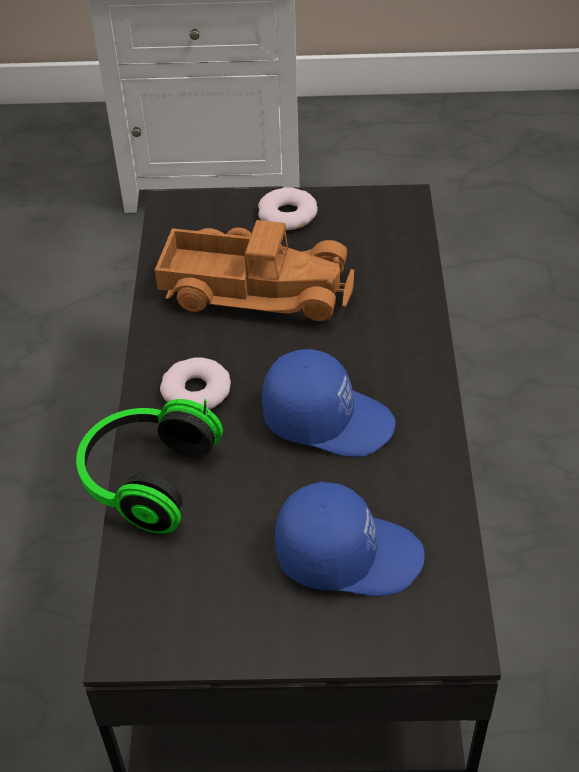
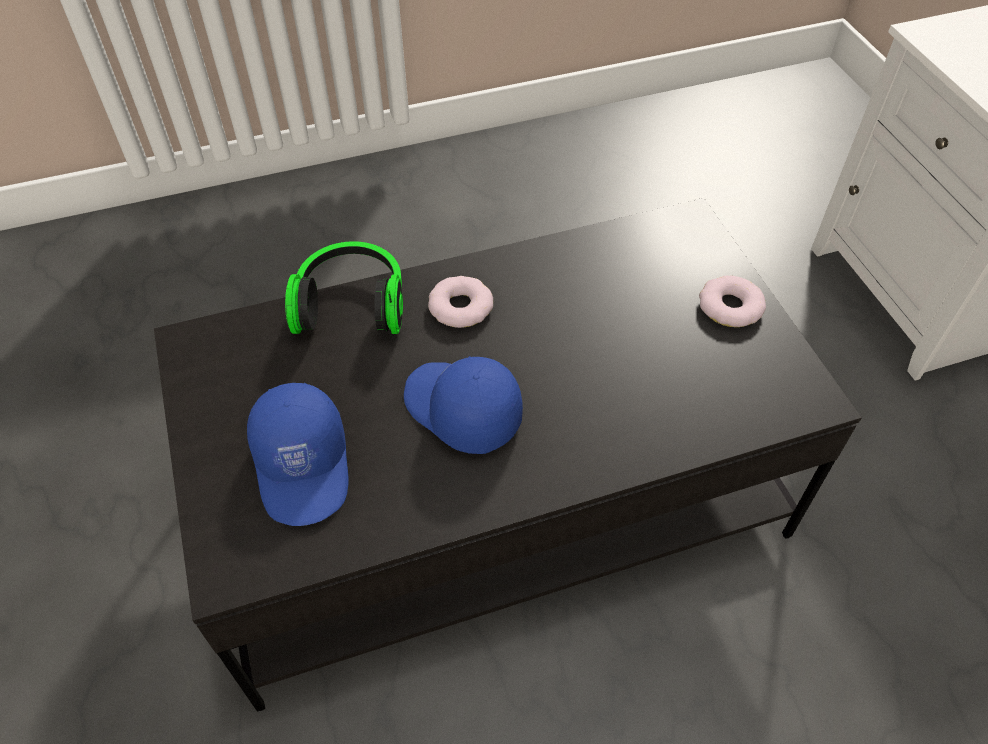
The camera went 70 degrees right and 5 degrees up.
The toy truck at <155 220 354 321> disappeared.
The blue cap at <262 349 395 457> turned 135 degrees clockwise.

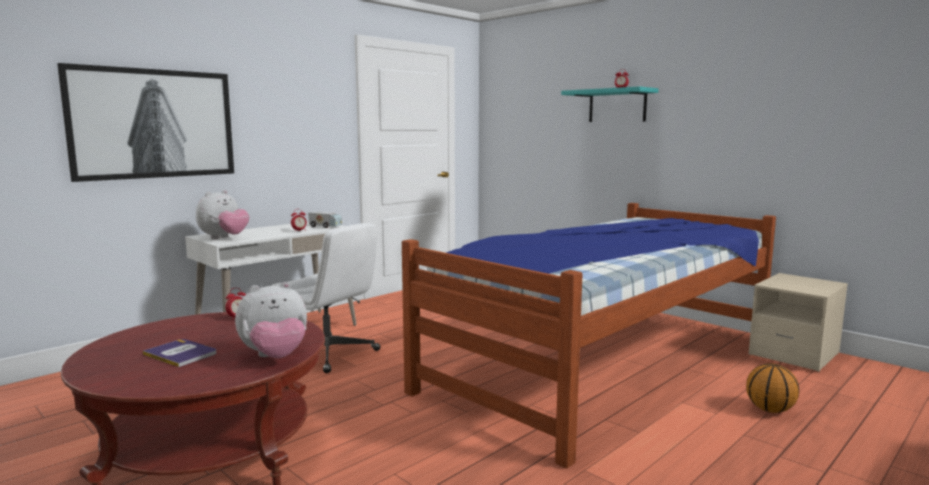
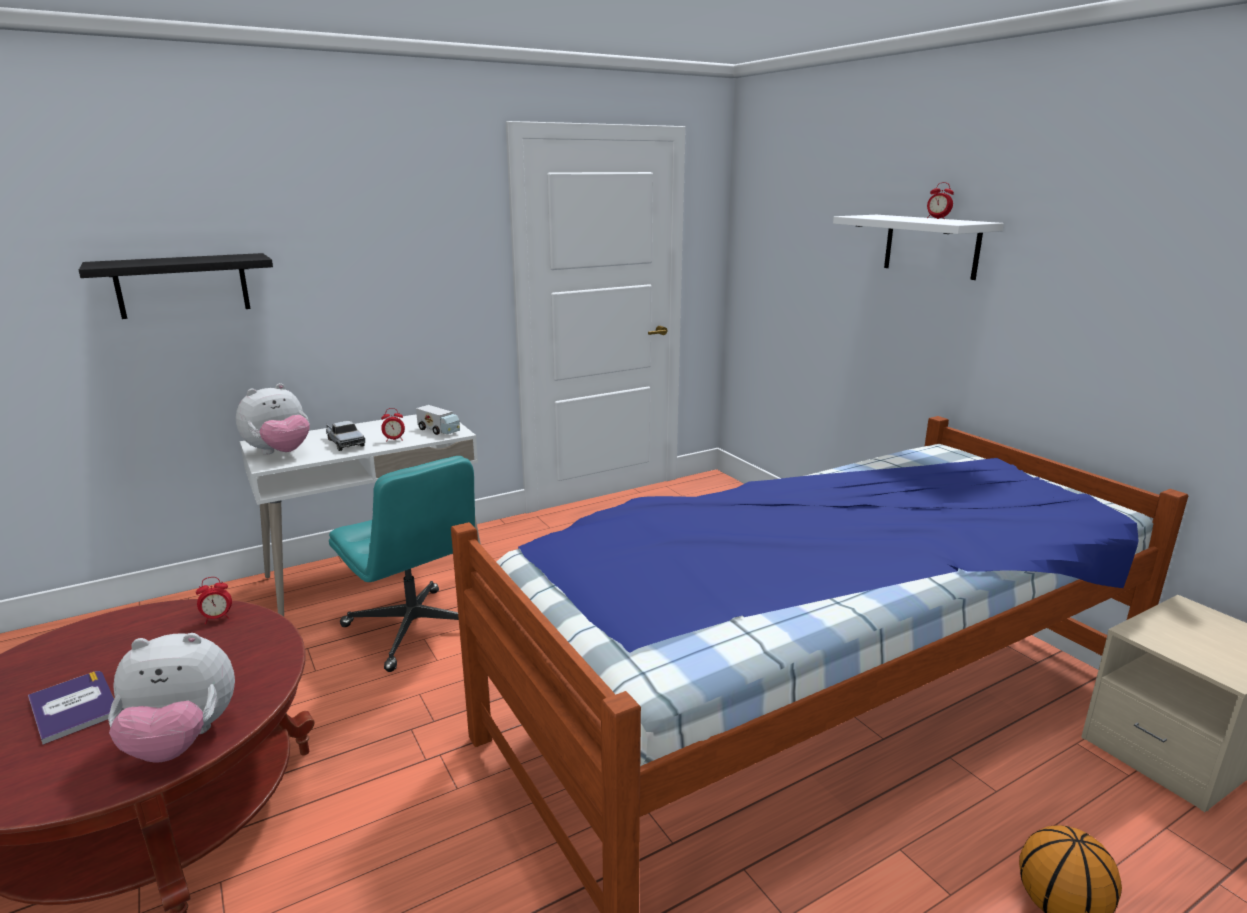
The camera went 15 degrees right and 10 degrees up.
The toy truck at <326 421 365 451> appeared.
The picture at <57 63 234 182> was replaced by the black shelf at <79 253 273 319>.
The white office chair at <272 223 380 373> became the turquoise office chair at <329 456 475 672>.
The turquoise shelf at <561 86 658 122> became the white shelf at <833 215 1004 280>.

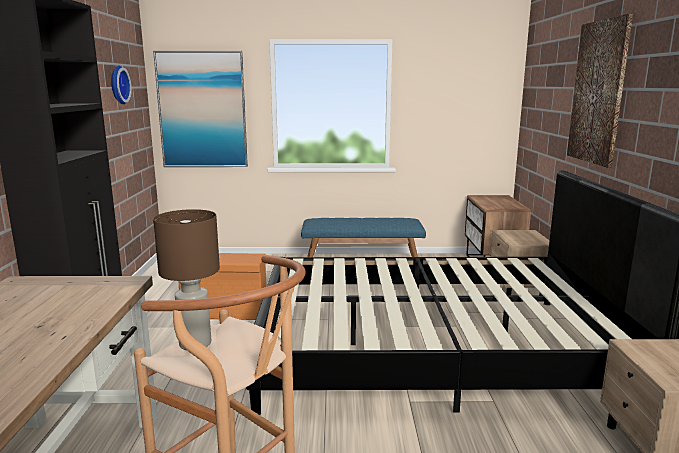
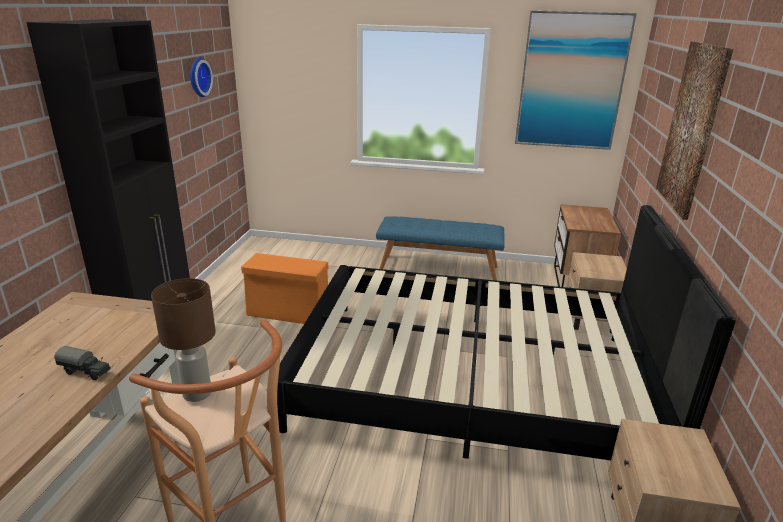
The camera went 10 degrees right and 10 degrees up.
The toy truck at <54 346 111 380> appeared.
The picture moved from <153 51 248 167> to <515 10 637 150>.

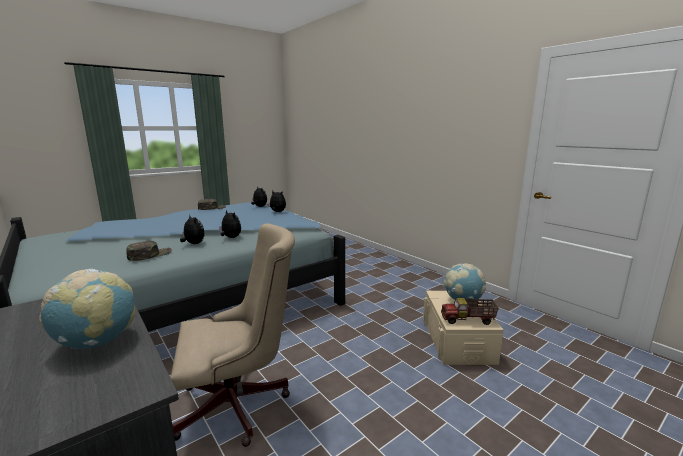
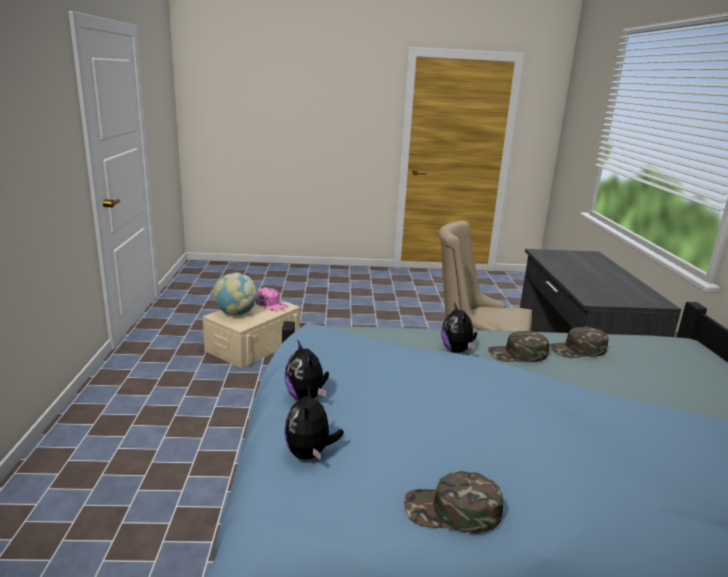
The camera went 145 degrees left and 5 degrees up.
The globe at <39 269 135 349> disappeared.
The plush toy at <180 215 205 244> was replaced by the green cap at <488 331 549 362>.
The toy truck at <441 298 499 325> was replaced by the pink cap at <256 287 288 311>.

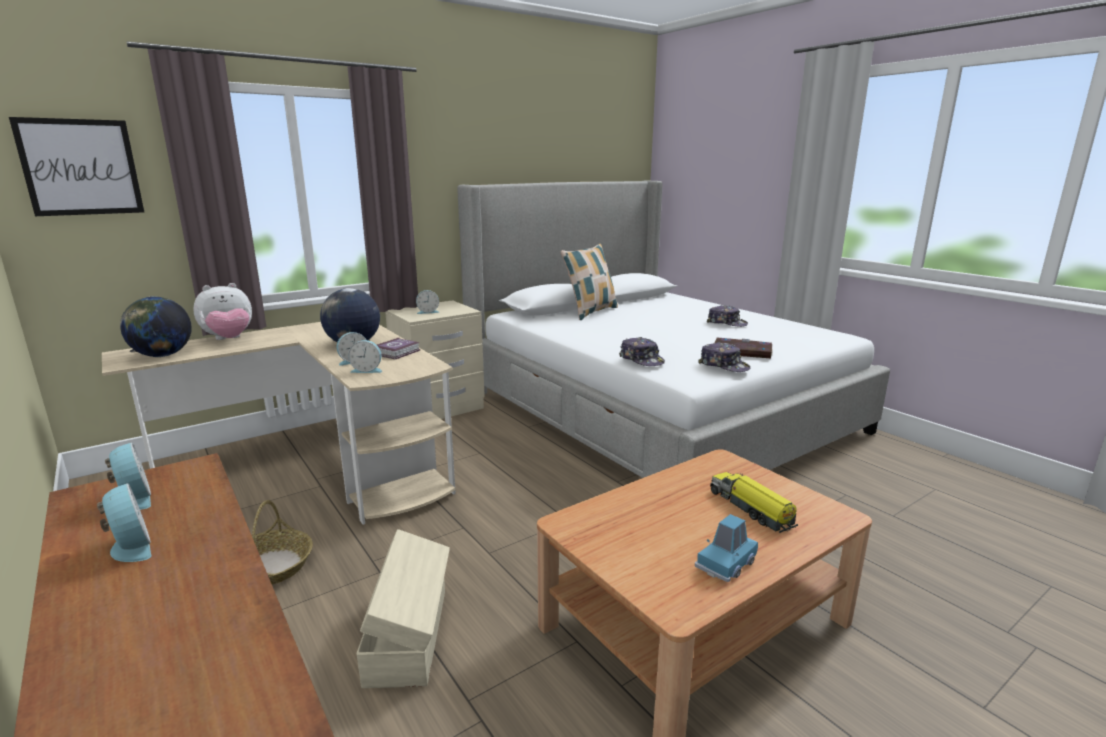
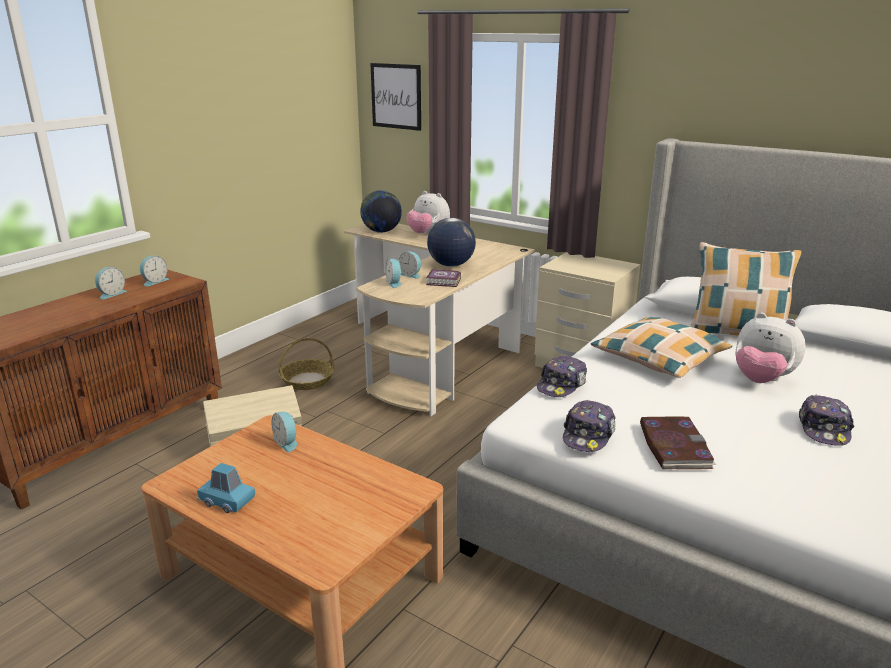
The camera went 70 degrees right and 5 degrees up.
The toy truck at <710 472 798 533> disappeared.
The pillow at <591 317 732 378> appeared.
The plush toy at <735 313 806 383> appeared.
The alarm clock moved from <416 290 439 314> to <272 412 298 452>.

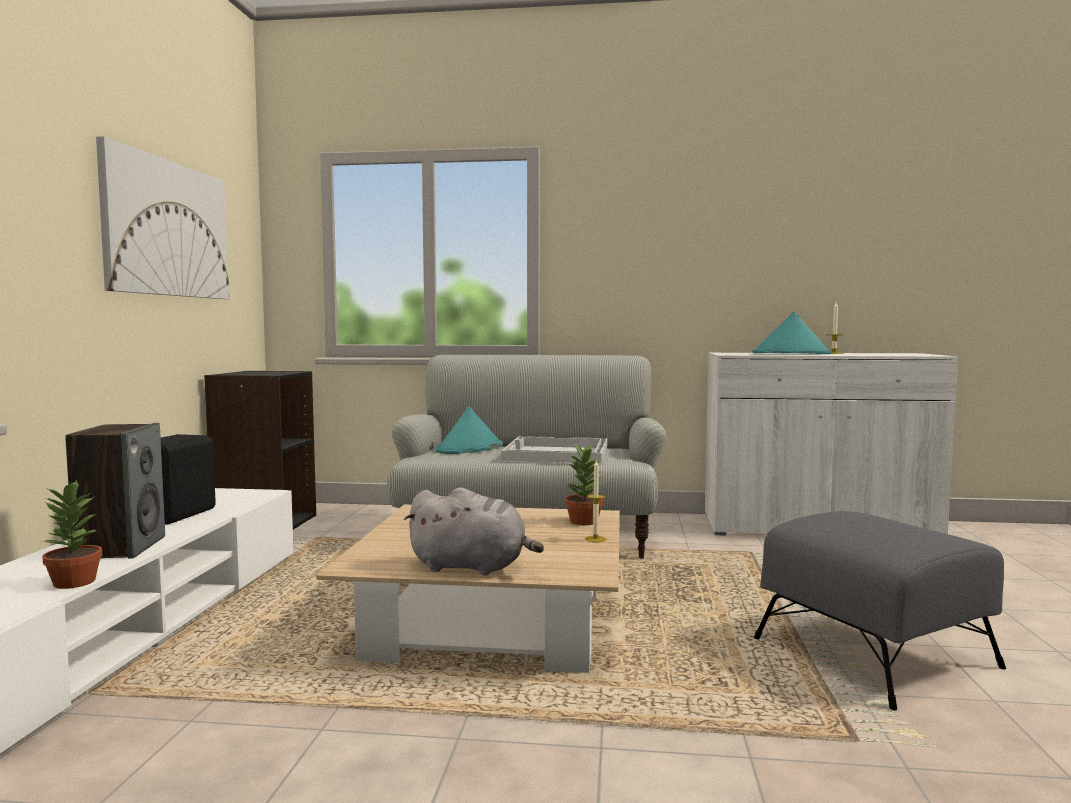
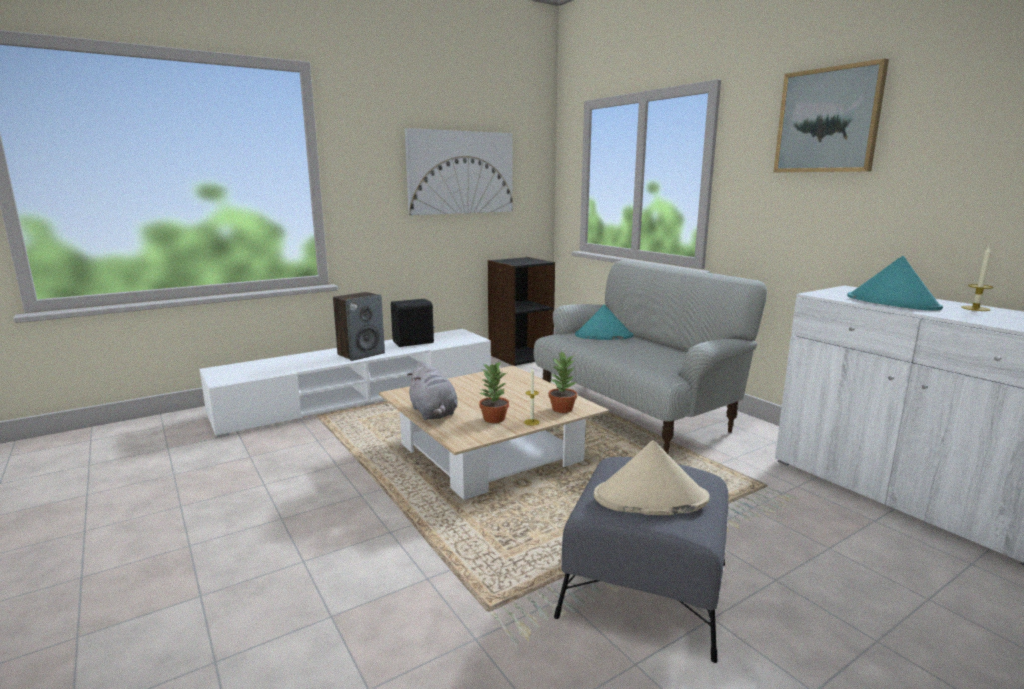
The camera went 50 degrees right and 10 degrees up.
The white tray at <501 436 607 463> disappeared.
The beige hat at <594 440 709 515> appeared.
The picture at <774 58 889 172> appeared.
The potted plant moved from <42 480 103 589> to <479 361 509 423>.

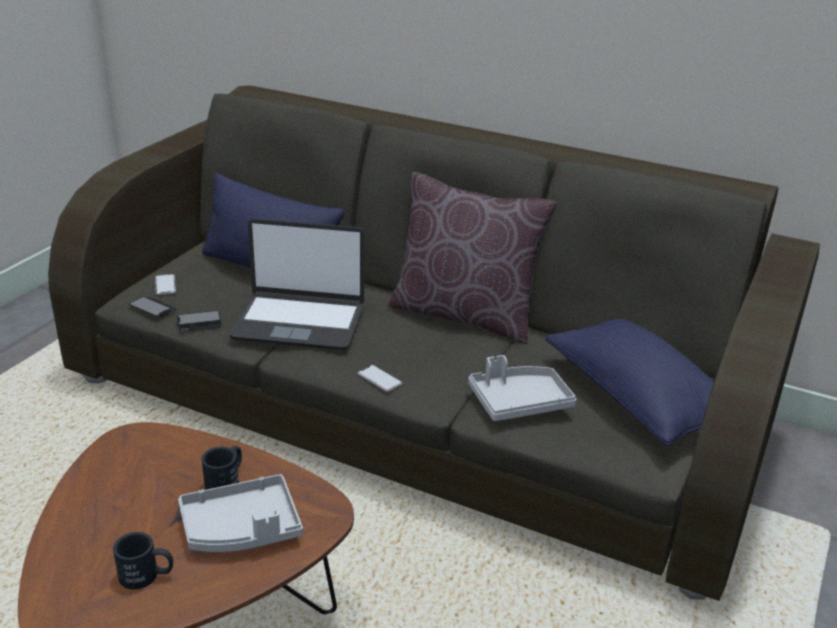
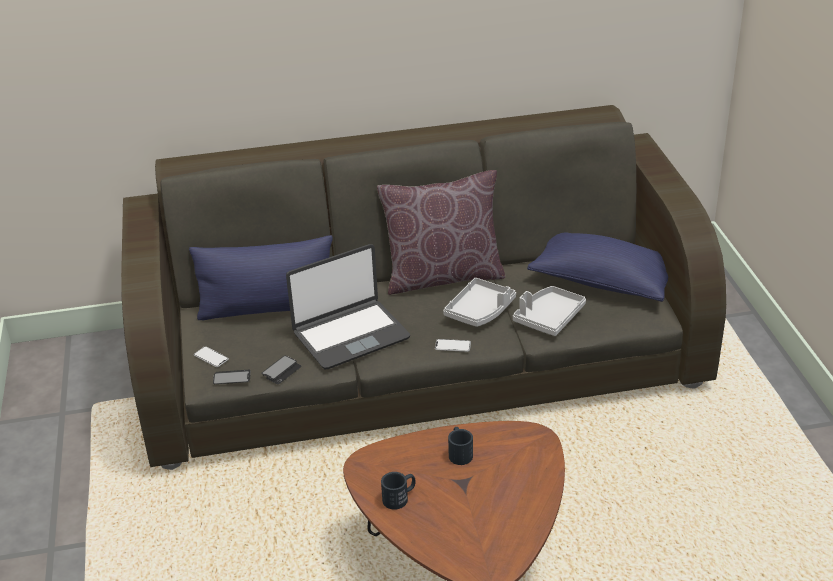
The camera went 35 degrees left and 5 degrees up.
The black mug moved from <113 532 173 590> to <381 472 416 510>.
The grey tray moved from <178 474 303 552> to <443 278 516 327>.

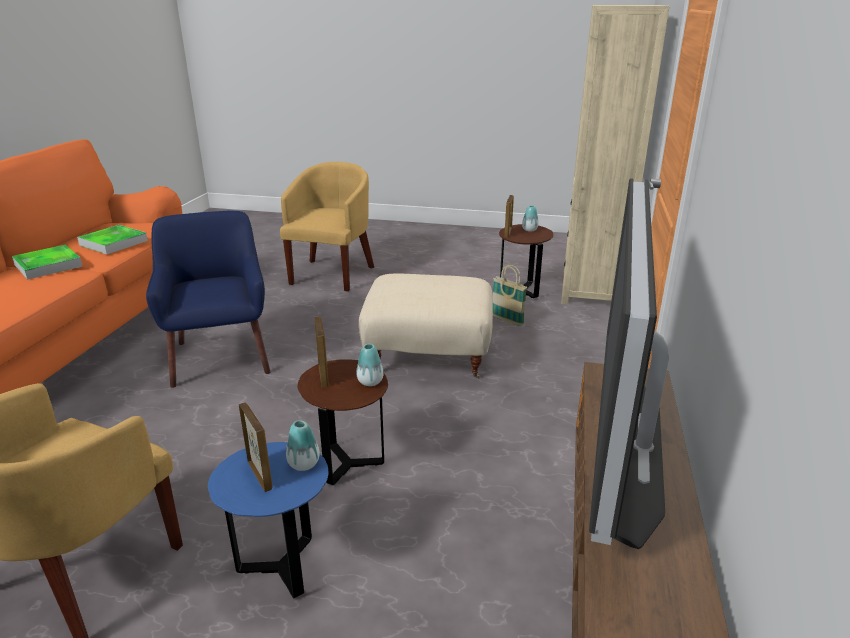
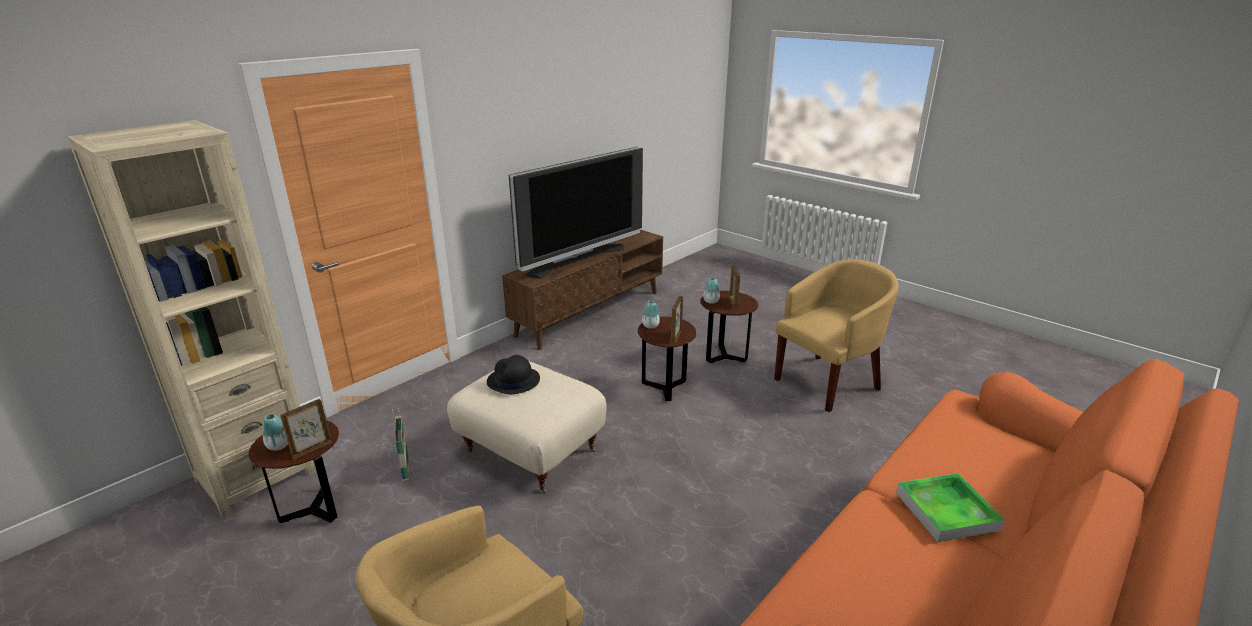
The camera went 150 degrees left and 0 degrees up.
The tray at <77 225 148 254> disappeared.
The blue armchair at <146 210 271 388> disappeared.
The black hat at <487 355 540 394> appeared.
The blue side table at <208 442 328 599> became the brown side table at <700 291 758 363>.

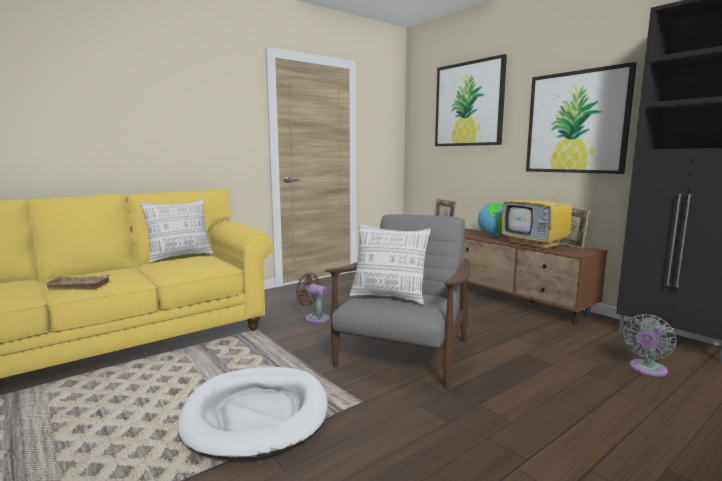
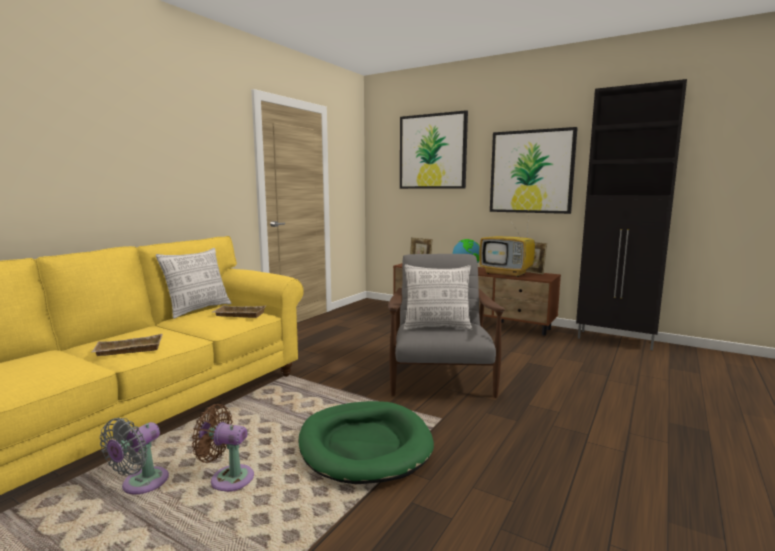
The camera went 20 degrees left and 0 degrees up.
The beige tray at <213 305 267 318> appeared.
The brown fan moved from <296 273 330 324> to <192 404 254 492>.
The grey fan moved from <623 314 676 377> to <100 418 169 494>.
The white dog bed at <177 367 328 461> became the green dog bed at <298 401 434 484>.

